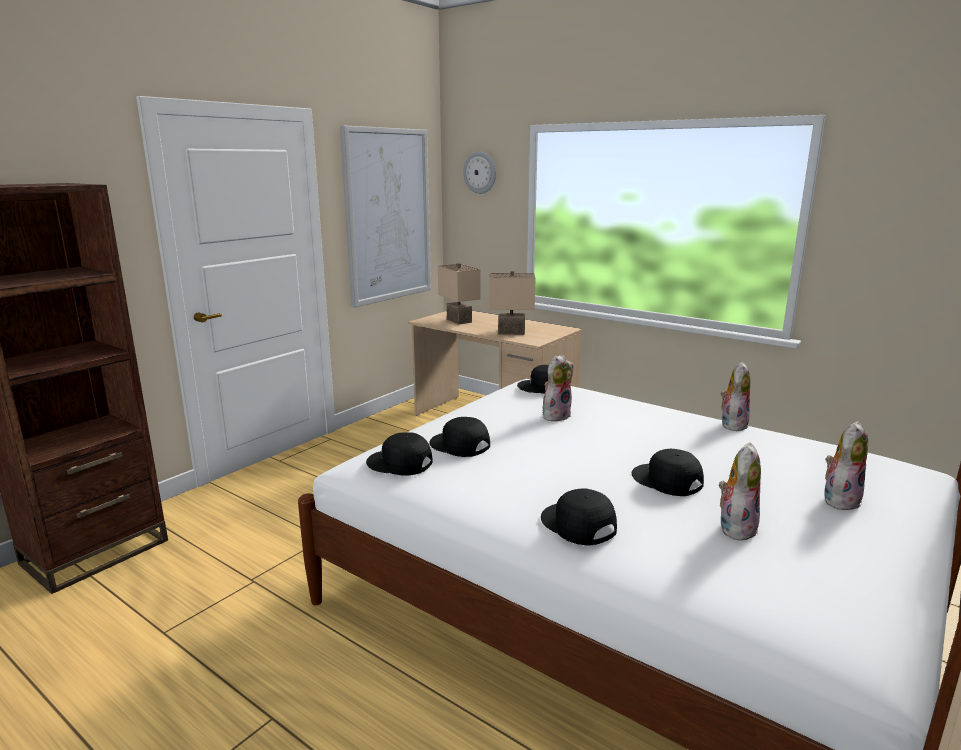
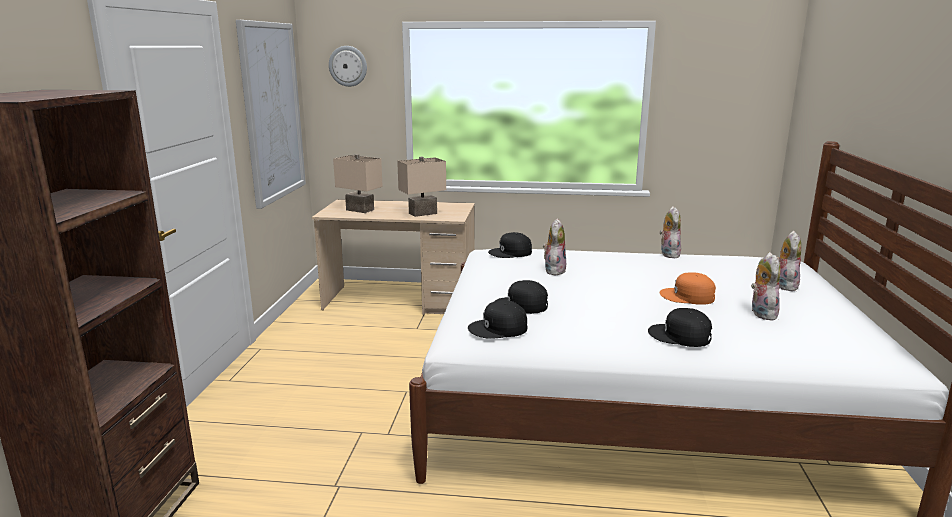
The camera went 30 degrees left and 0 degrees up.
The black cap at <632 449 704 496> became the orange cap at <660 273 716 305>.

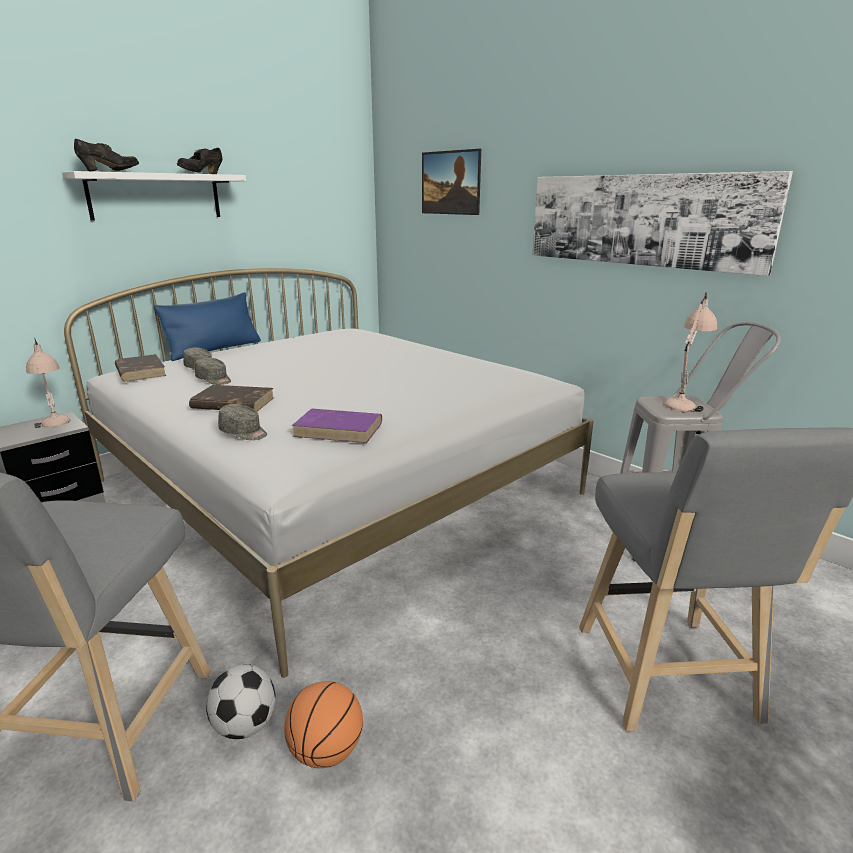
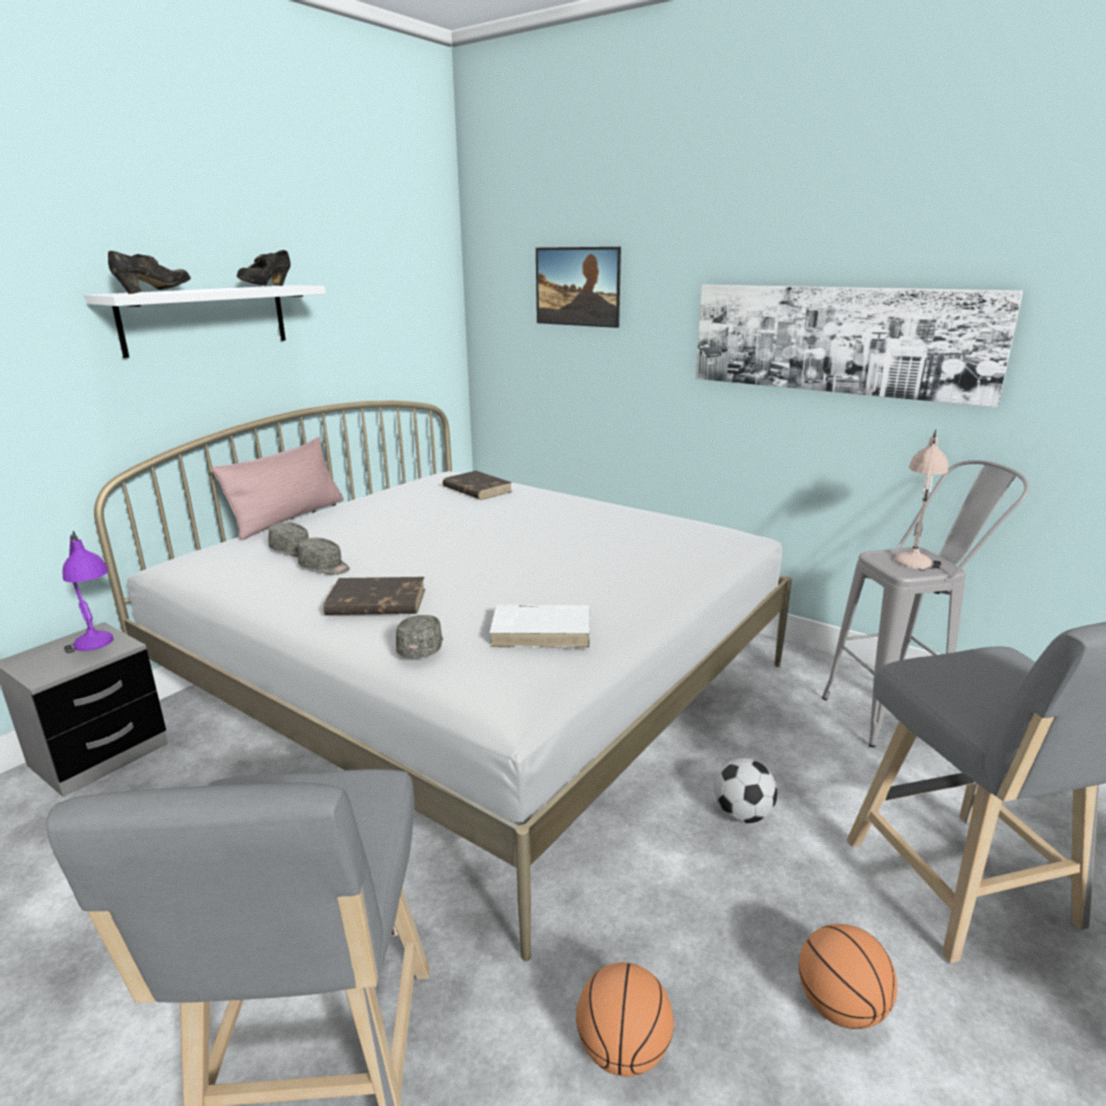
The camera went 10 degrees left and 0 degrees up.
The basketball at <799 924 897 1029> appeared.
The brown book moved from <115 354 167 382> to <443 471 512 500>.
The football moved from <206 664 276 739> to <714 758 777 823>.
The beige table lamp at <26 338 70 428> became the purple table lamp at <62 531 114 653>.
The blue pillow at <154 292 261 361> became the pink pillow at <212 437 344 540>.
The purple book at <292 409 382 443> became the white book at <489 605 590 648>.
The grey cap at <218 404 267 440> turned 105 degrees counterclockwise.

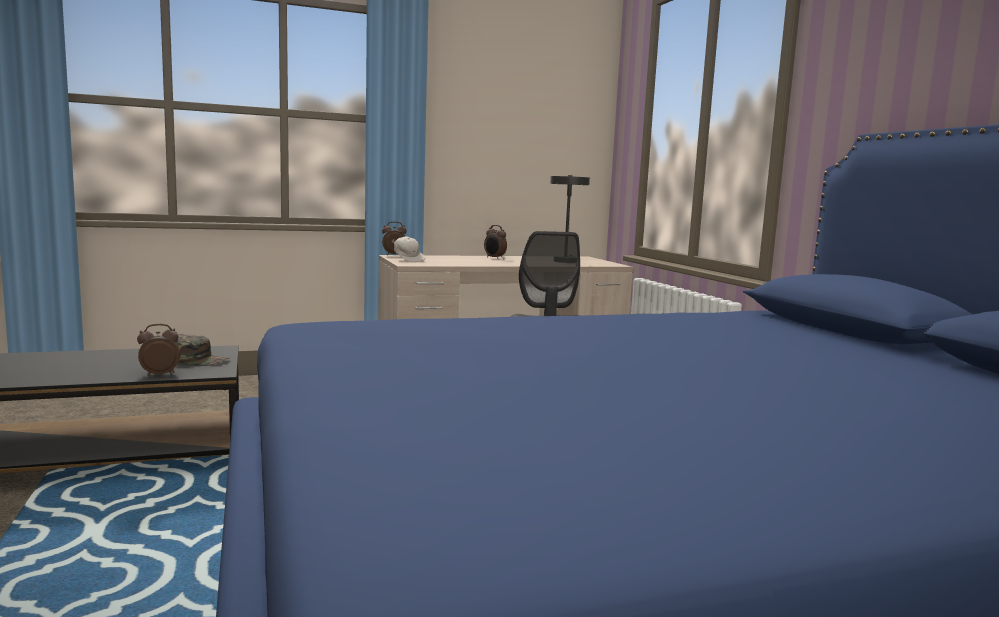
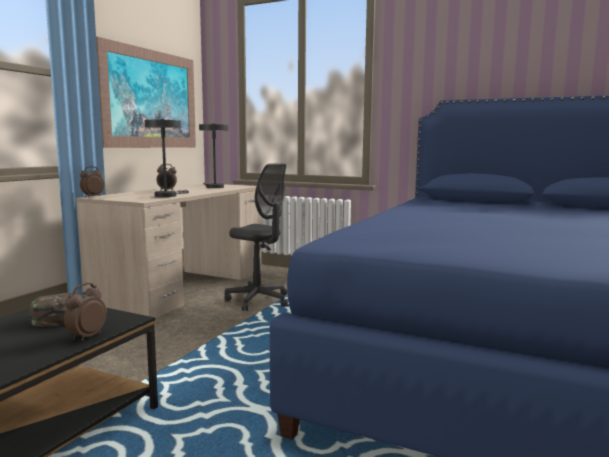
The camera went 45 degrees left and 0 degrees up.
The white cap at <392 237 425 262> disappeared.
The picture at <96 37 196 148> appeared.
The grey table lamp at <144 119 189 197> appeared.

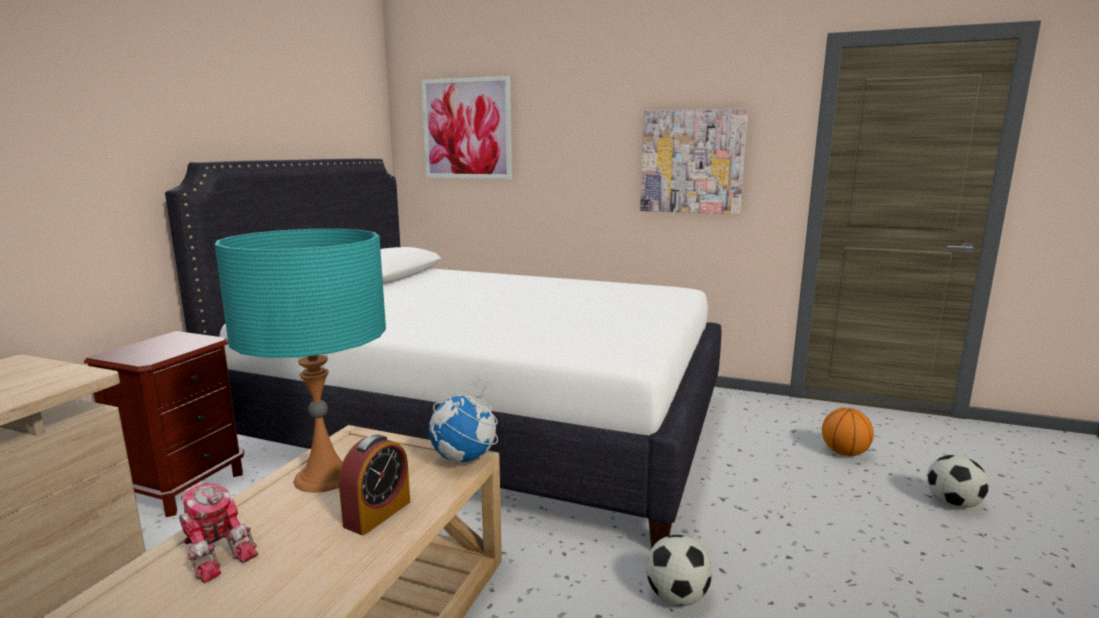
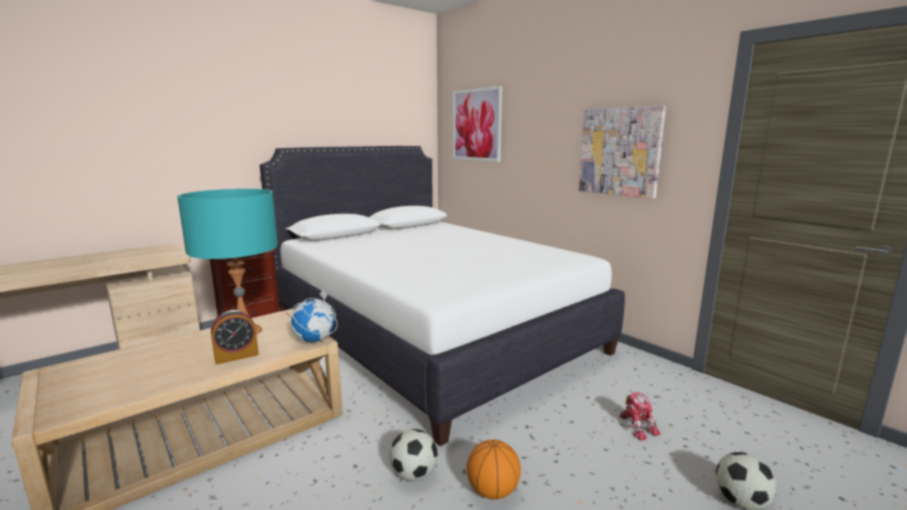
The camera went 30 degrees right and 0 degrees up.
The toy robot moved from <179 483 258 583> to <619 392 661 441>.
The basketball moved from <822 408 874 456> to <467 439 521 499>.

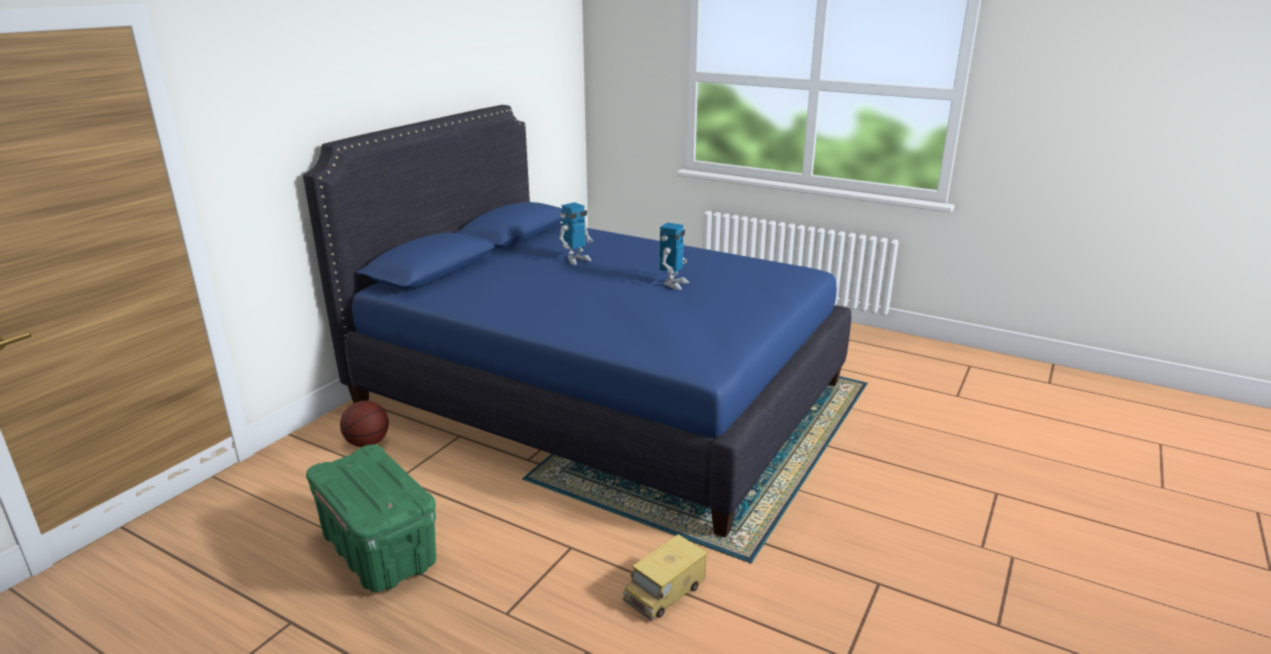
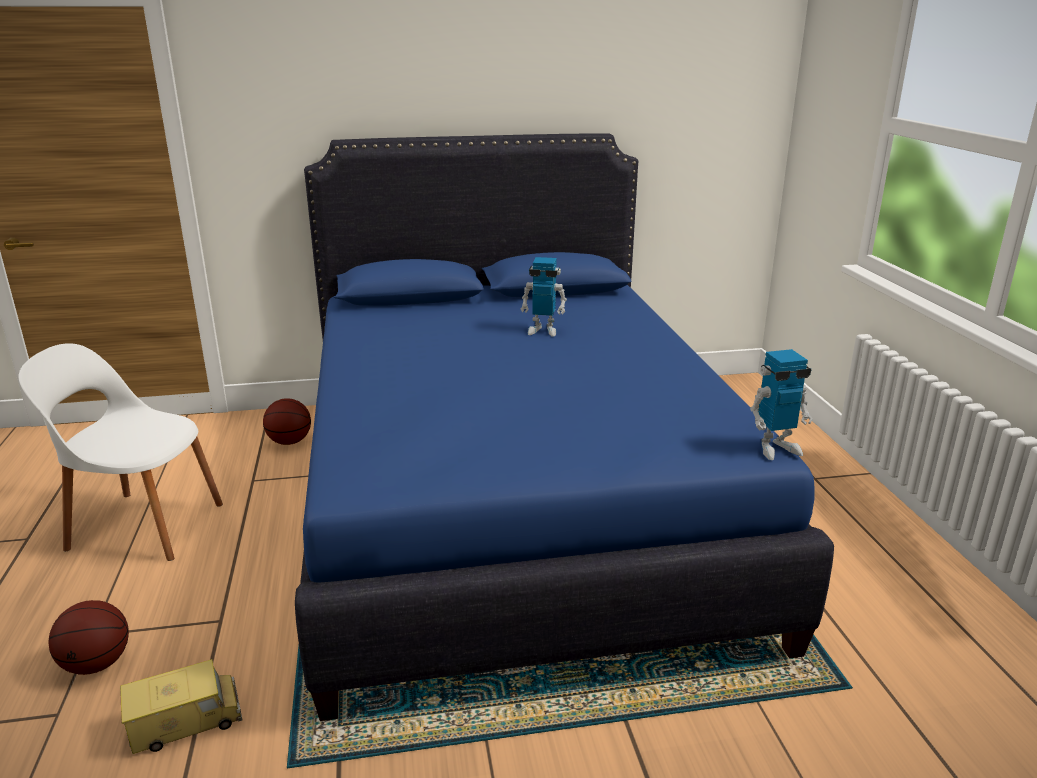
The camera went 50 degrees right and 0 degrees up.
The basketball at <48 600 129 675> appeared.
The toy robot moved from <660 223 689 290> to <750 349 813 460>.
The green storage box at <306 444 436 592> was replaced by the white chair at <18 343 223 561>.
The toy truck at <623 534 708 621> turned 150 degrees clockwise.

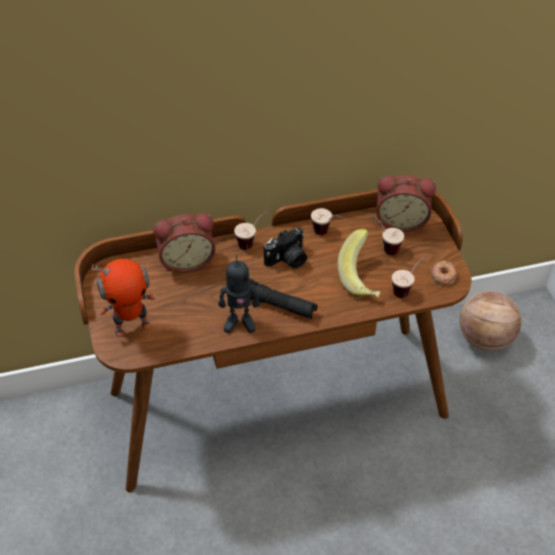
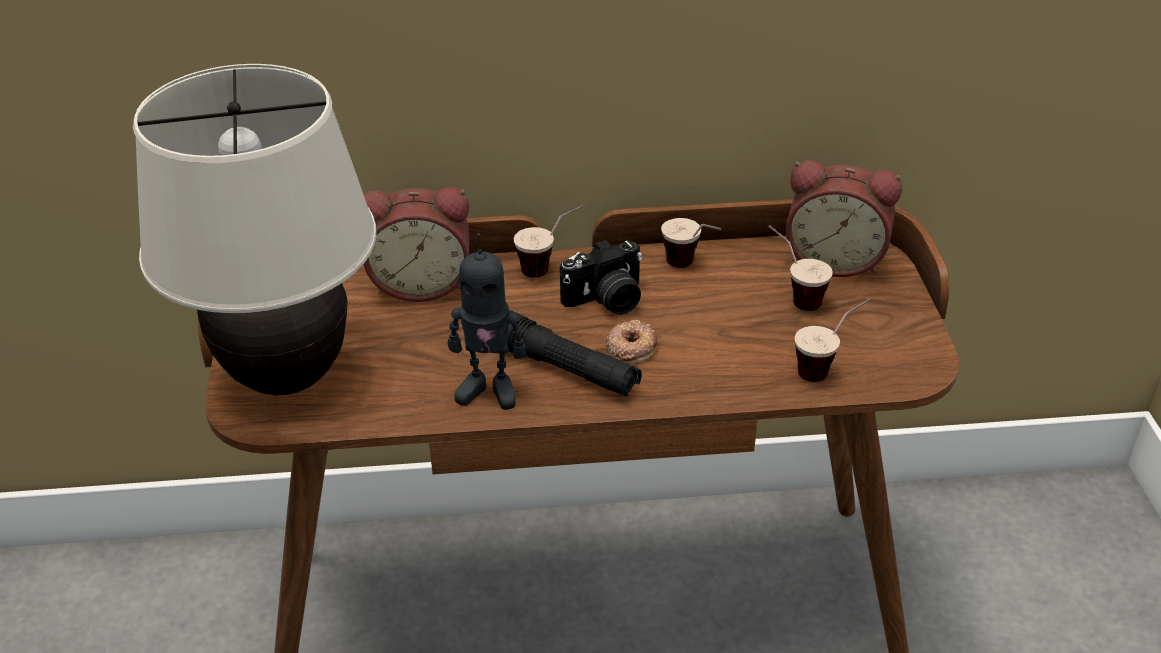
The camera went 10 degrees right and 10 degrees down.
The banana at <337 229 380 298> disappeared.
The basketball at <459 291 521 351> disappeared.
The donut moved from <430 260 457 286> to <606 320 657 364>.
The toy robot at <92 259 156 337> was replaced by the beige table lamp at <133 64 377 396>.

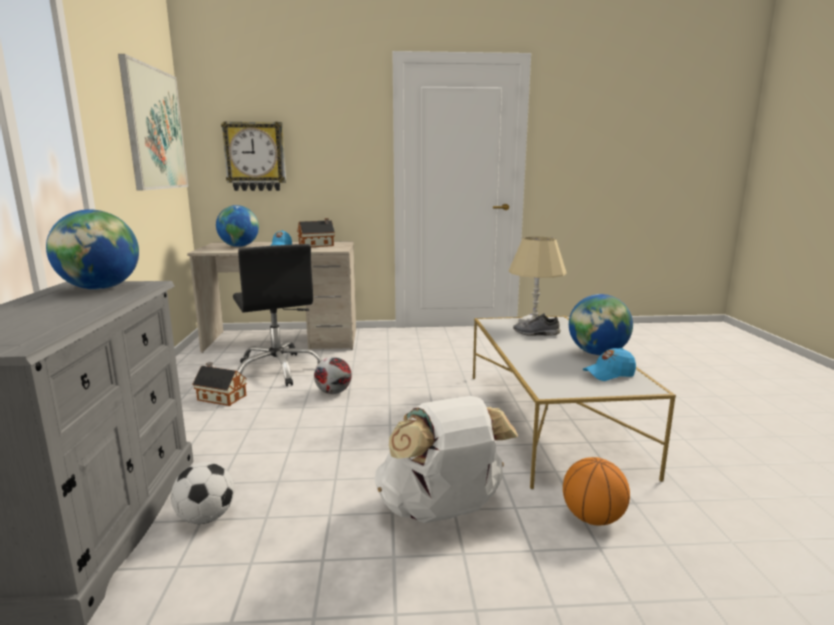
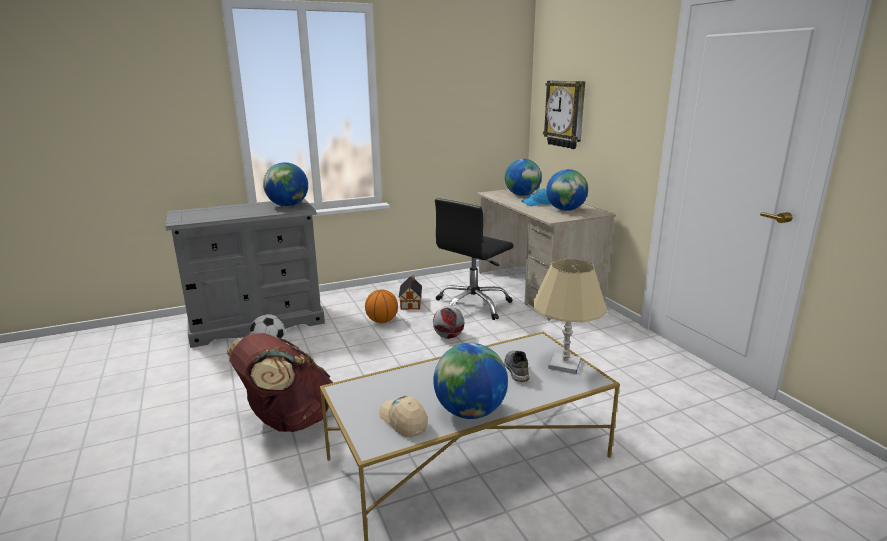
The camera went 70 degrees right and 5 degrees up.
The picture at <118 54 188 191> disappeared.
The basketball moved from <563 457 630 526> to <365 289 398 323>.
The toy house at <297 218 335 247> was replaced by the globe at <546 169 588 211>.
The white backpack at <375 396 518 523> became the brown backpack at <227 333 333 432>.
The blue cap at <583 348 636 381> became the beige cap at <379 396 428 438>.

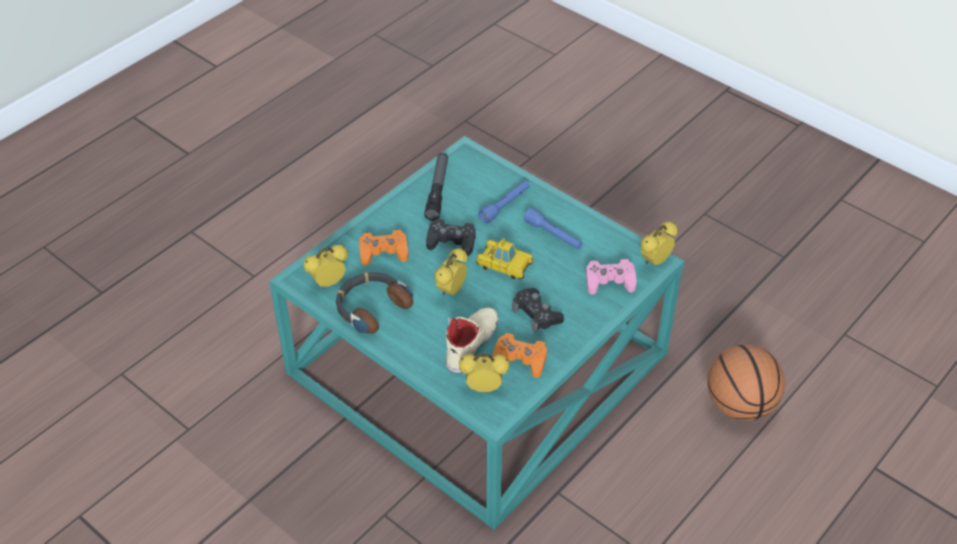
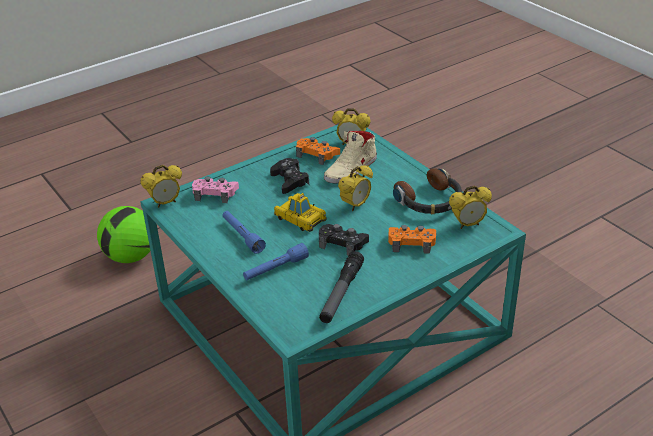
The camera went 165 degrees left and 10 degrees down.
The basketball at <707 345 785 421> was replaced by the football at <97 206 150 263>.

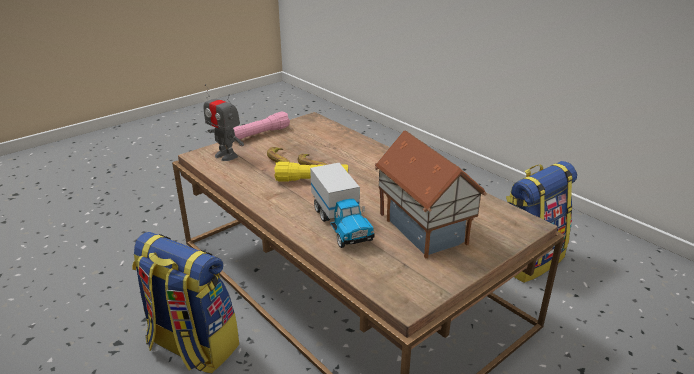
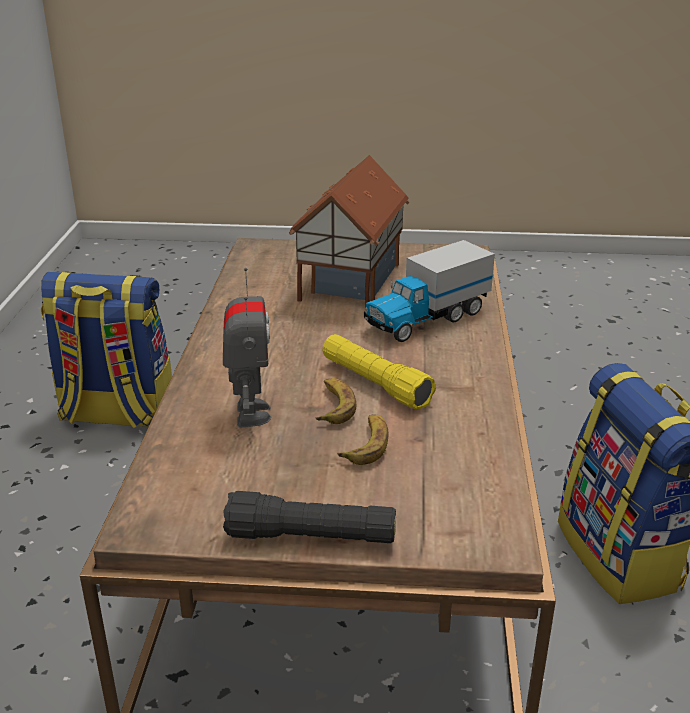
The camera went 135 degrees left and 0 degrees up.
The toy robot moved from <203 84 244 161> to <223 268 271 427>.
The pink flashlight at <233 111 290 139> became the black flashlight at <223 491 396 543>.
The toy truck at <310 163 375 248> turned 150 degrees counterclockwise.

